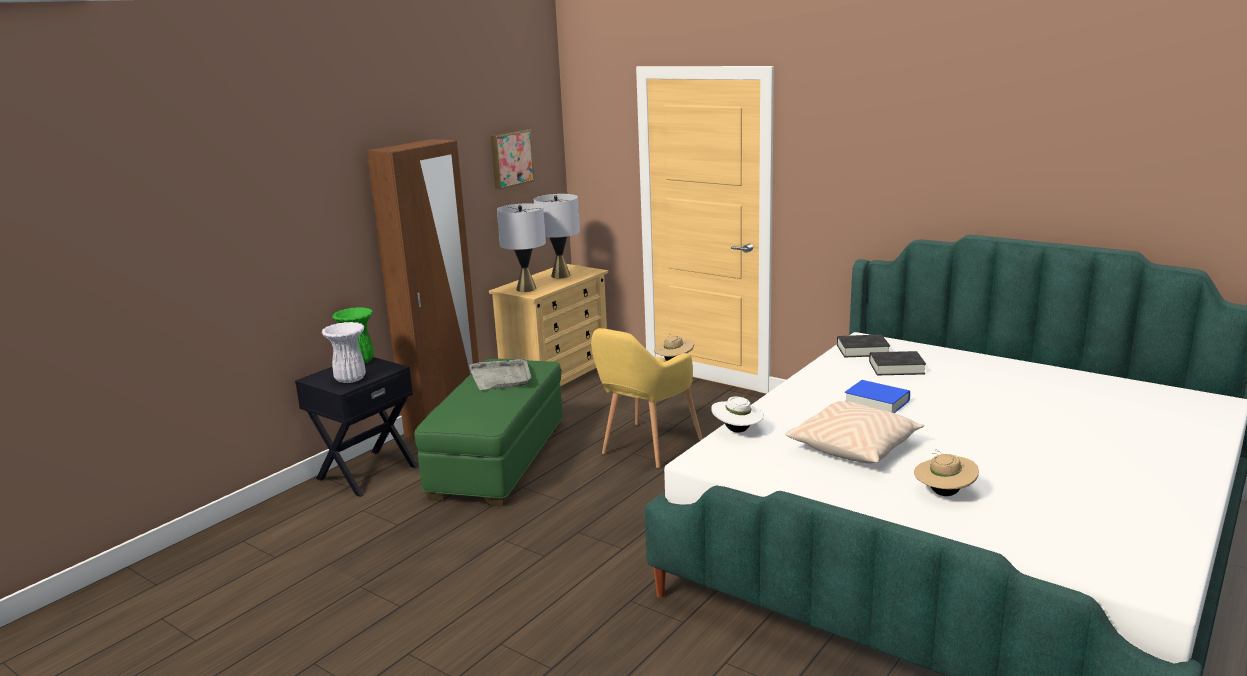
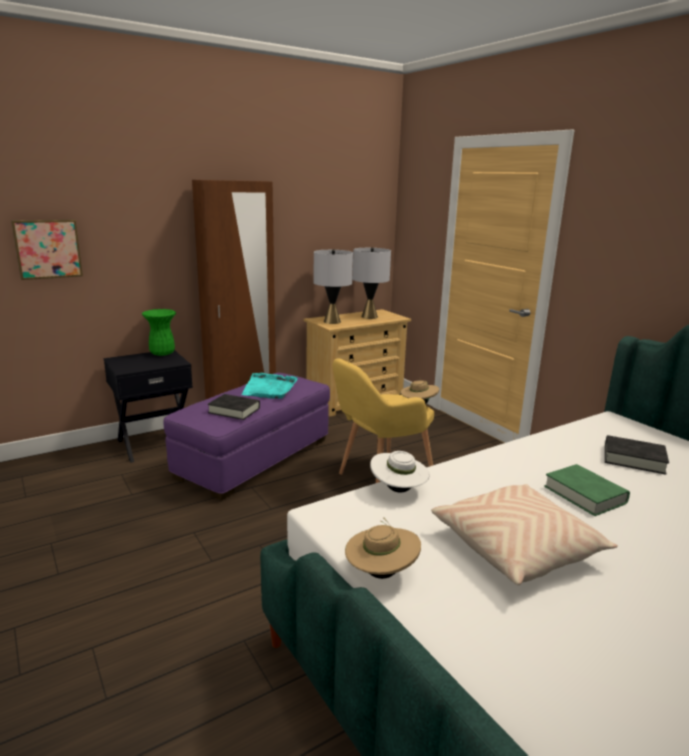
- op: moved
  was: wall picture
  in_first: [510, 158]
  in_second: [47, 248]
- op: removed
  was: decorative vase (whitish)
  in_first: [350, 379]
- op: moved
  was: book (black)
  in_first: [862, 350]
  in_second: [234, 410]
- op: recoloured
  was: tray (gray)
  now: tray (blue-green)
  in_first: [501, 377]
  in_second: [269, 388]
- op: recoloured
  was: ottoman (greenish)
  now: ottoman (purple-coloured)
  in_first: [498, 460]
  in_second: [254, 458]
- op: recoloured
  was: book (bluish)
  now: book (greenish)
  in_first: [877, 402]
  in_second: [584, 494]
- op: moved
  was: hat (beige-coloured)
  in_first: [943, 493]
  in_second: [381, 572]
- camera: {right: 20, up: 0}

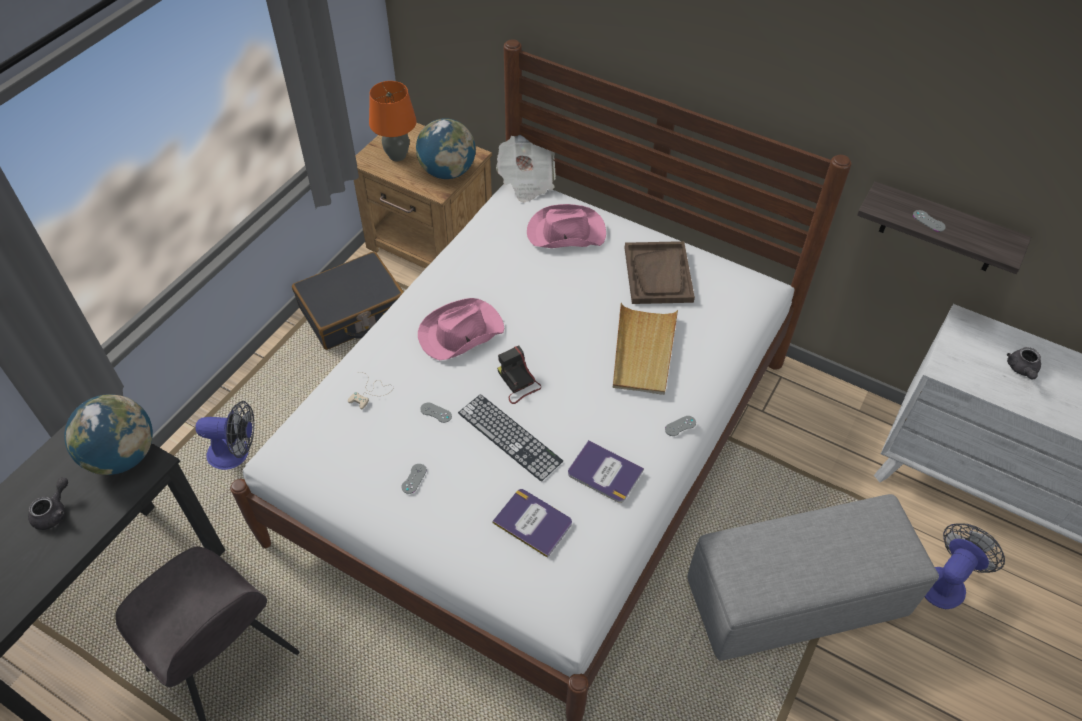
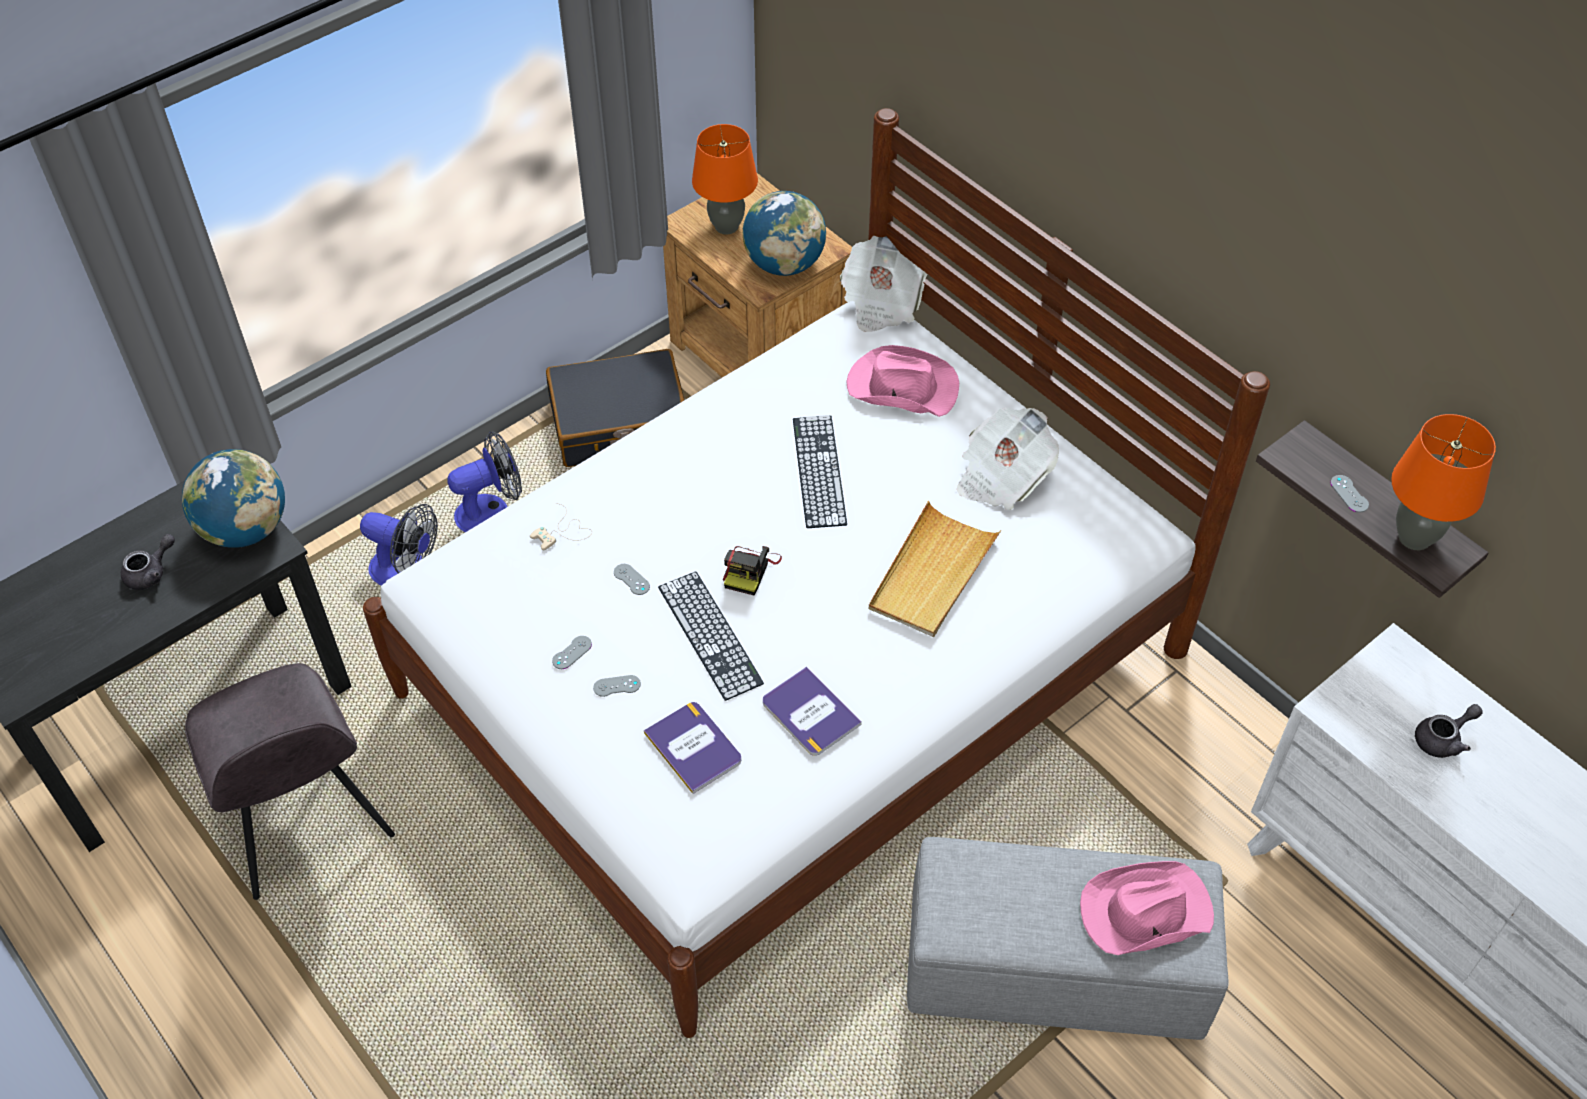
- op: replaced
  was: tray (brownish)
  now: printed paper
  in_first: [658, 274]
  in_second: [1002, 476]
- op: moved
  was: hat (pink)
  in_first: [460, 332]
  in_second: [1144, 911]
- op: turned
  was: still camera
  in_first: [518, 383]
  in_second: [750, 570]
  clockwise: -150
- op: turned
  was: pot for tea (gray)
  in_first: [1021, 370]
  in_second: [1443, 739]
  clockwise: -150
- op: moved
  was: joypad (gray)
  in_first: [680, 426]
  in_second: [617, 686]
- op: moved
  was: cooling fan
  in_first: [946, 581]
  in_second: [491, 511]
- op: added
  now: tabletop lamp (orange-coloured)
  in_second: [1414, 537]
- op: added
  now: PC keyboard
  in_second: [819, 471]
- camera: {right: 20, up: 0}

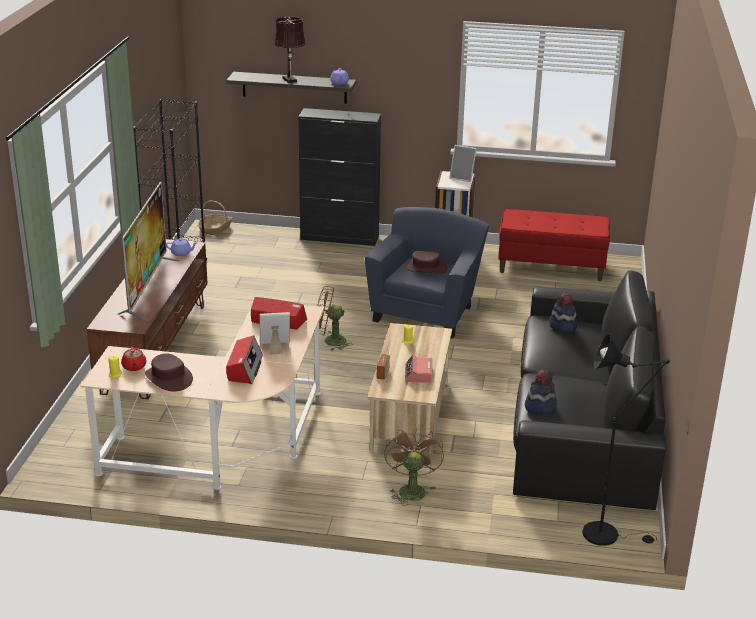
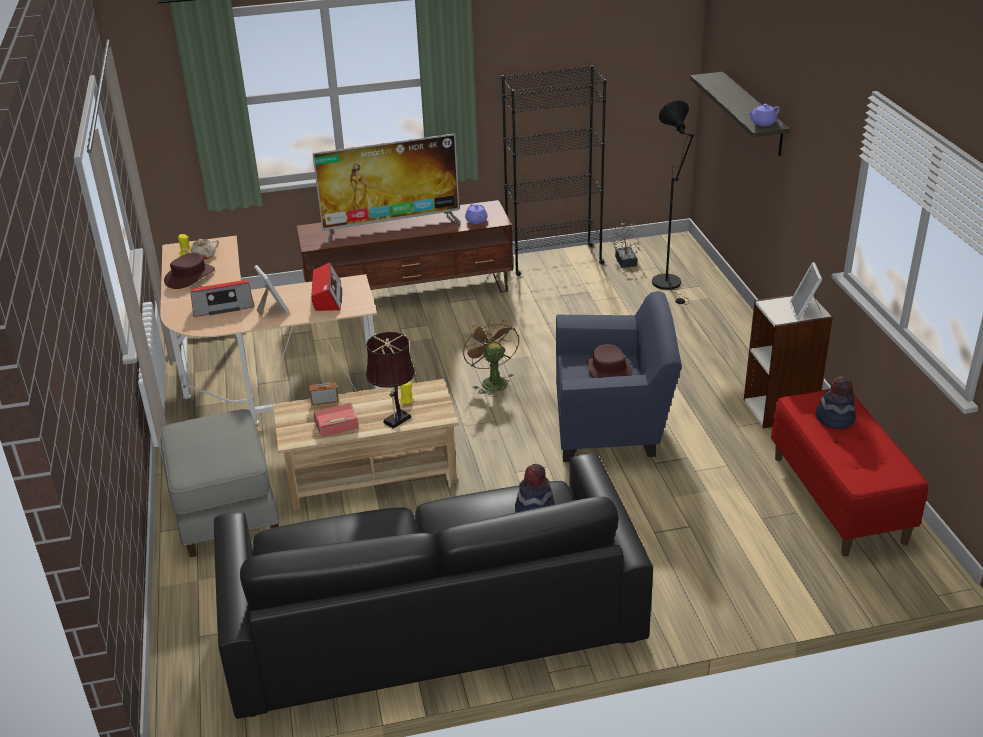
- op: moved
  was: tabletop lamp (brownish)
  in_first: [290, 80]
  in_second: [395, 421]
- op: removed
  was: storage cabinet (black)
  in_first: [340, 237]
- op: removed
  was: storage basket
  in_first: [215, 229]
- op: moved
  was: standing lamp (black)
  in_first: [607, 534]
  in_second: [669, 285]
- op: recoloured
  was: pot for tea (red)
  now: pot for tea (beige-coloured)
  in_first: [134, 367]
  in_second: [203, 256]
- op: moved
  was: hat
  in_first: [540, 406]
  in_second: [834, 418]
- op: replaced
  was: cooling fan (brownish)
  now: ottoman (gray)
  in_first: [411, 489]
  in_second: [224, 511]
- op: added
  now: potted plant
  in_second: [625, 259]
- camera: {right: 70, up: 5}

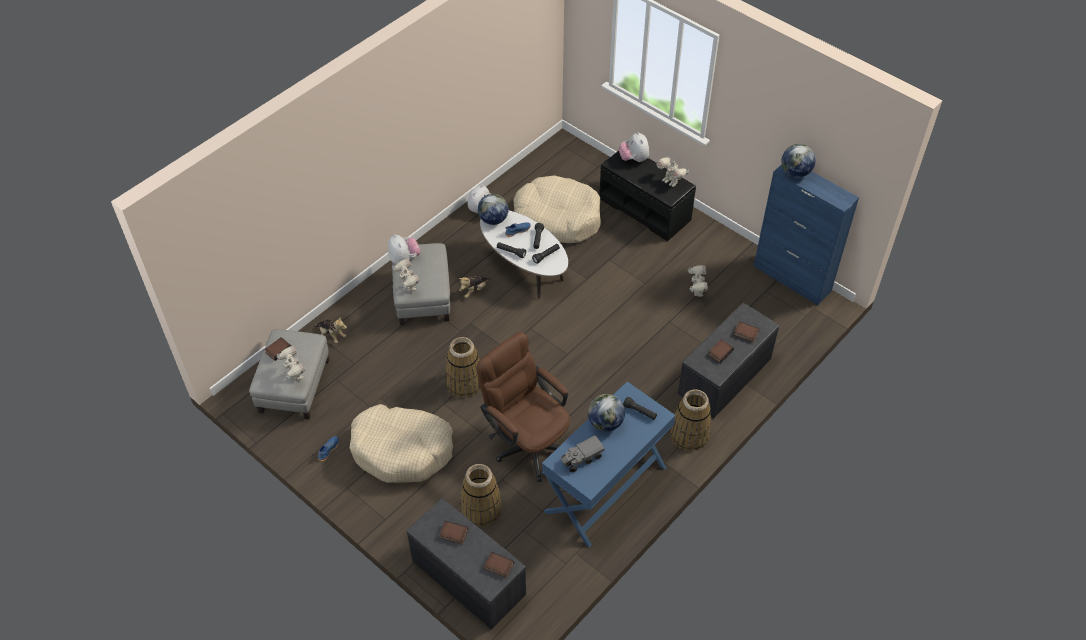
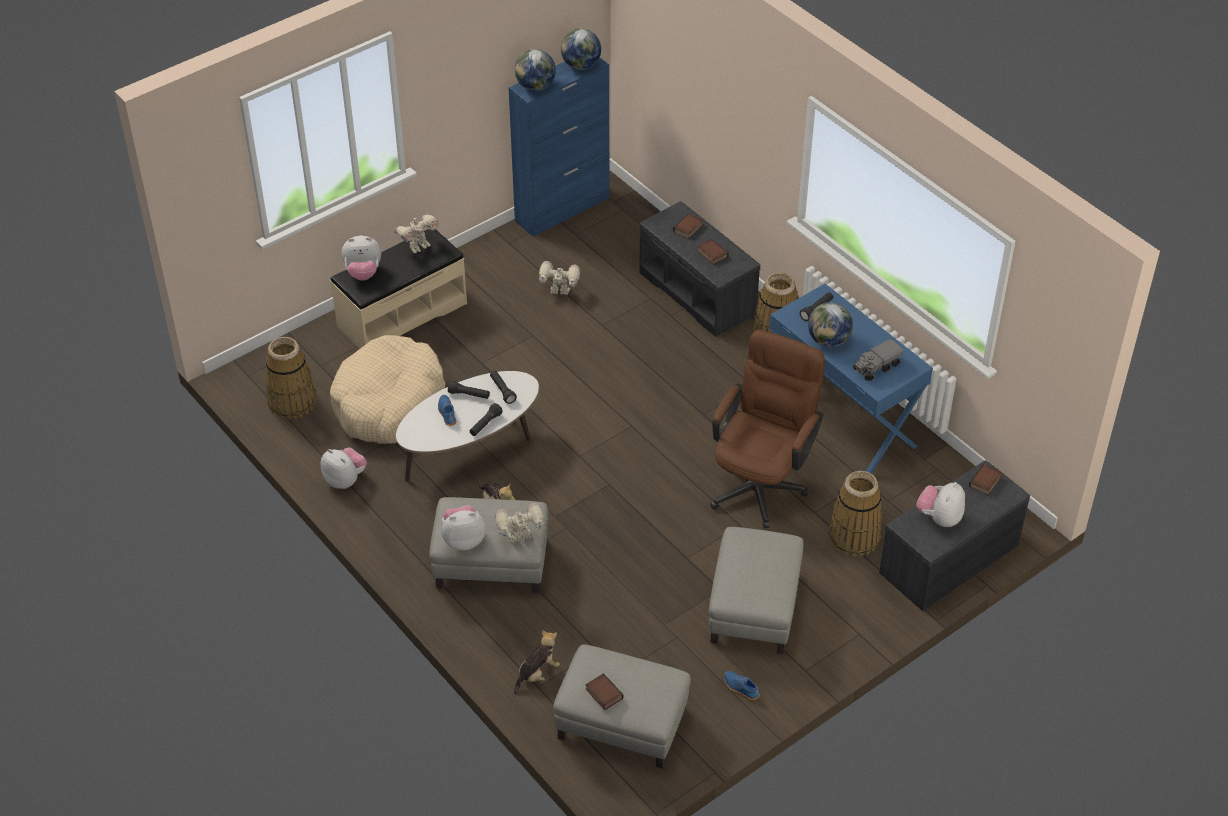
- op: recoloured
  was: long seat (black)
  now: long seat (beige-coloured)
  in_first: [645, 209]
  in_second: [401, 314]
- op: moved
  was: globe
  in_first: [493, 220]
  in_second: [581, 66]
- op: turned
  was: computer chair (brownish)
  in_first: [527, 441]
  in_second: [761, 482]
  clockwise: 150
- op: moved
  was: storage basket
  in_first: [464, 382]
  in_second: [292, 401]
- op: removed
  was: model robot
  in_first: [295, 375]
- op: replaced
  was: dog bed (beige-coloured)
  now: ottoman (gray)
  in_first: [402, 450]
  in_second: [754, 607]
- op: turned
  was: model truck
  in_first: [581, 459]
  in_second: [876, 367]
  clockwise: 75
- op: replaced
  was: book
  now: cuddly toy
  in_first: [453, 534]
  in_second: [939, 518]
- camera: {right: -80, up: -5}

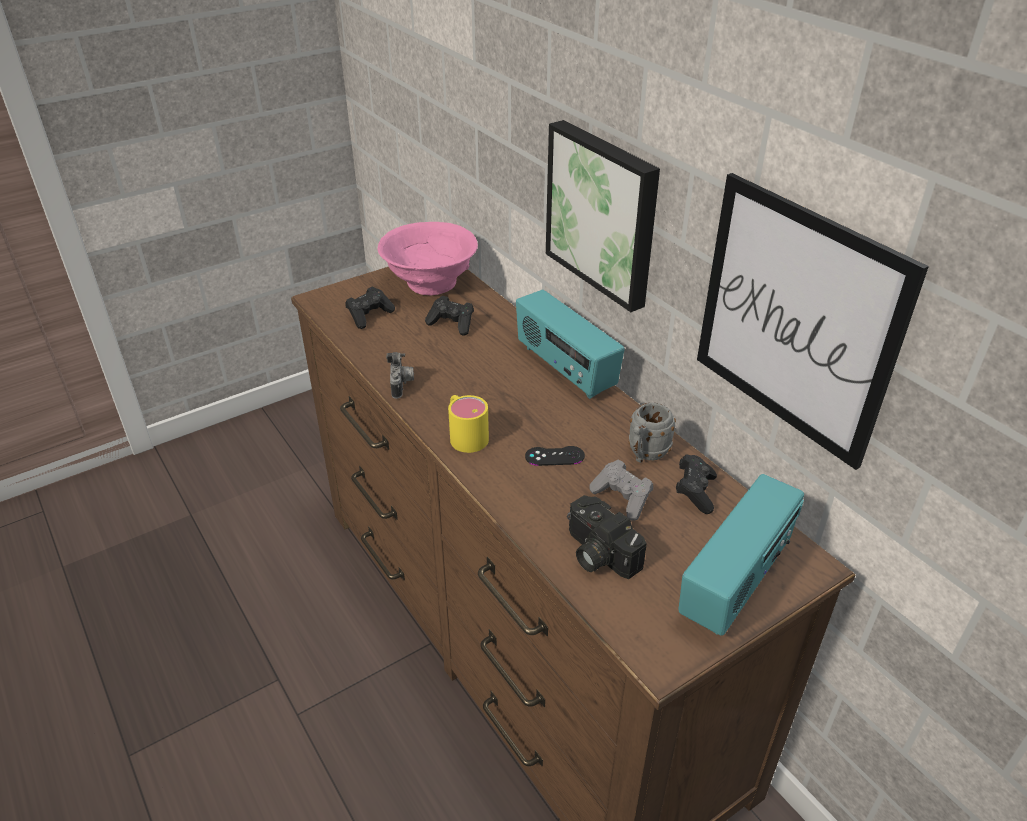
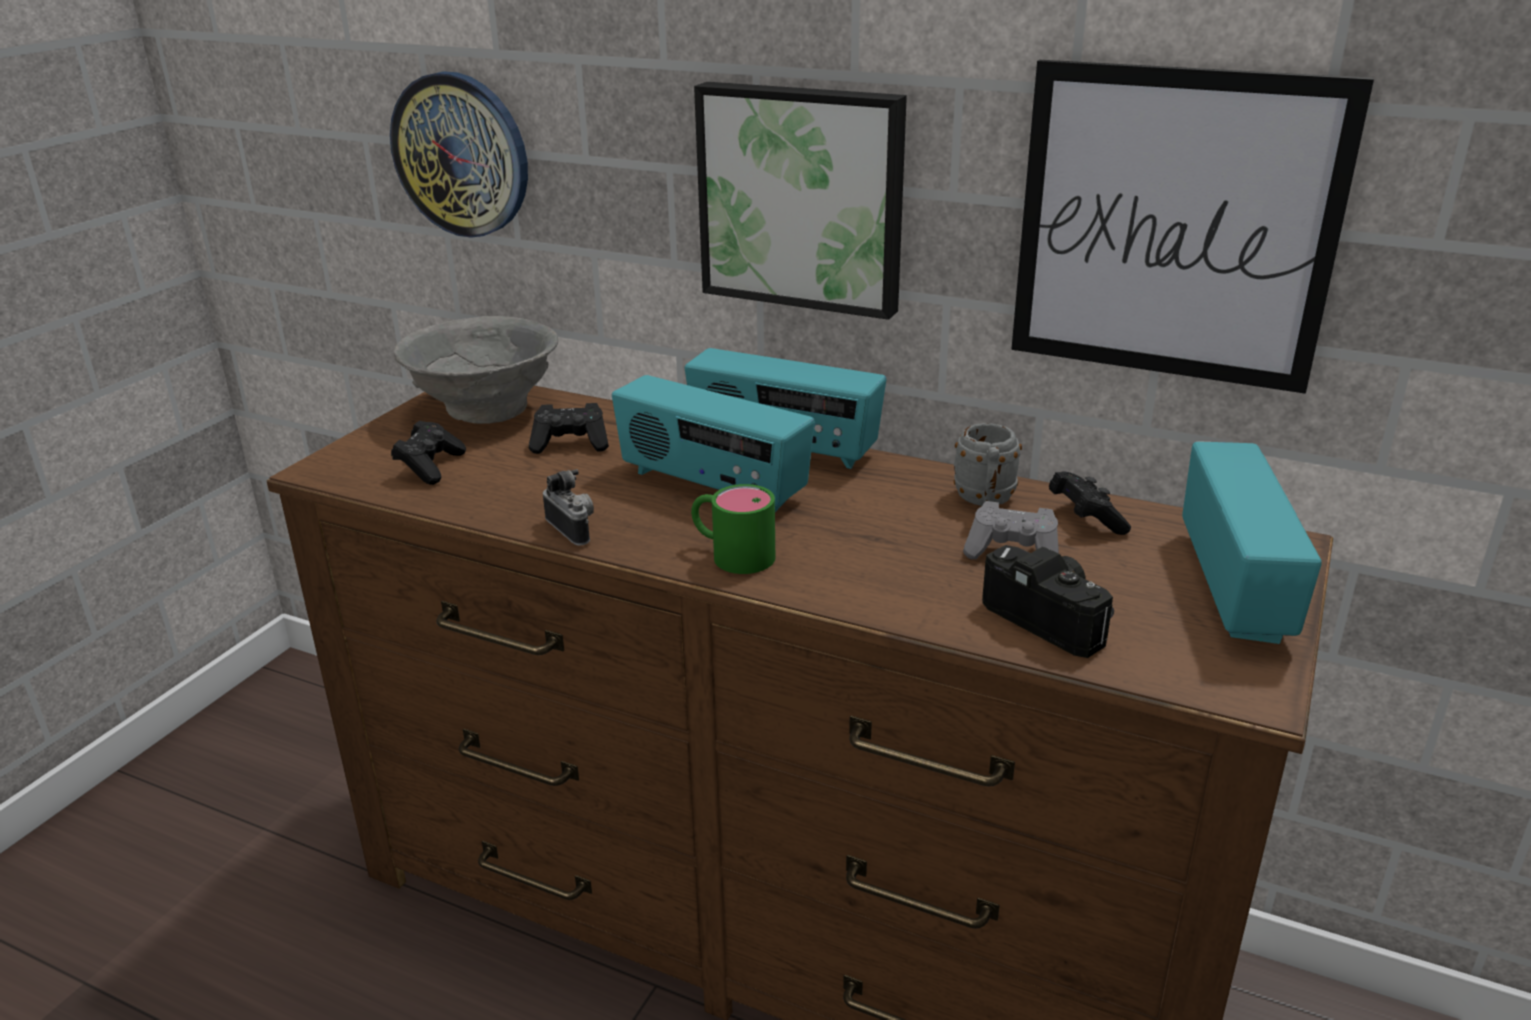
- op: recoloured
  was: bowl (pink)
  now: bowl (gray)
  in_first: [430, 283]
  in_second: [485, 410]
- op: recoloured
  was: tea mug (yellow)
  now: tea mug (greenish)
  in_first: [465, 434]
  in_second: [731, 554]
- op: removed
  was: joypad (black)
  in_first: [554, 456]
- op: turned
  was: still camera
  in_first: [597, 553]
  in_second: [1052, 618]
  clockwise: -150
- op: added
  now: hanging clock
  in_second: [461, 155]
- op: added
  now: radio receiver
  in_second: [712, 487]
- camera: {right: -30, up: -10}

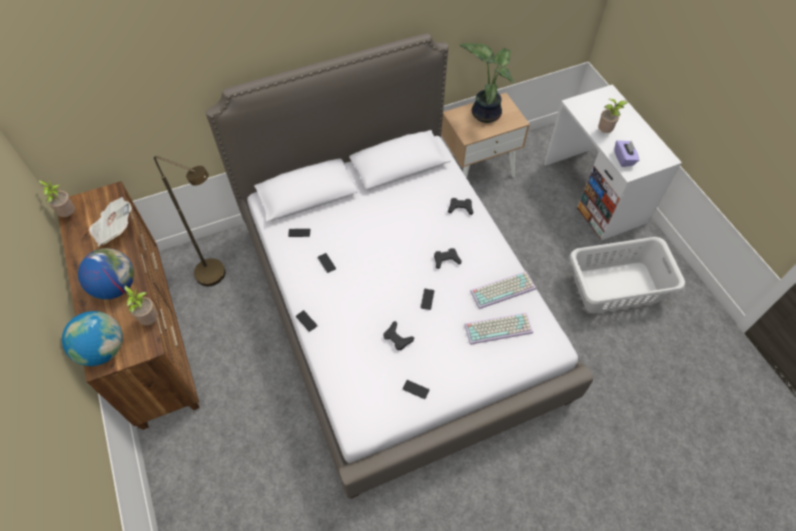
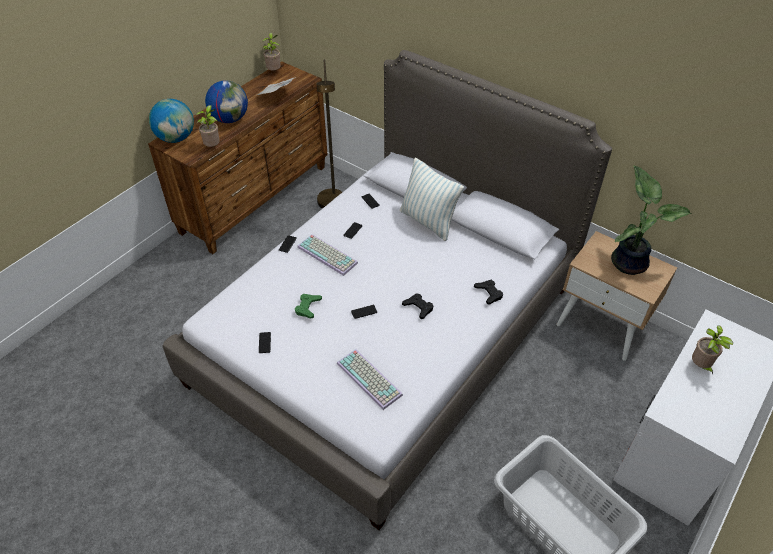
- op: removed
  was: box of tissues (purple-coloured)
  in_first: [624, 158]
- op: moved
  was: PC keyboard
  in_first: [503, 289]
  in_second: [328, 255]
- op: recoloured
  was: joypad (black)
  now: joypad (greenish)
  in_first: [397, 338]
  in_second: [308, 307]
- op: added
  now: throw pillow
  in_second: [428, 221]
- camera: {right: 60, up: -10}

